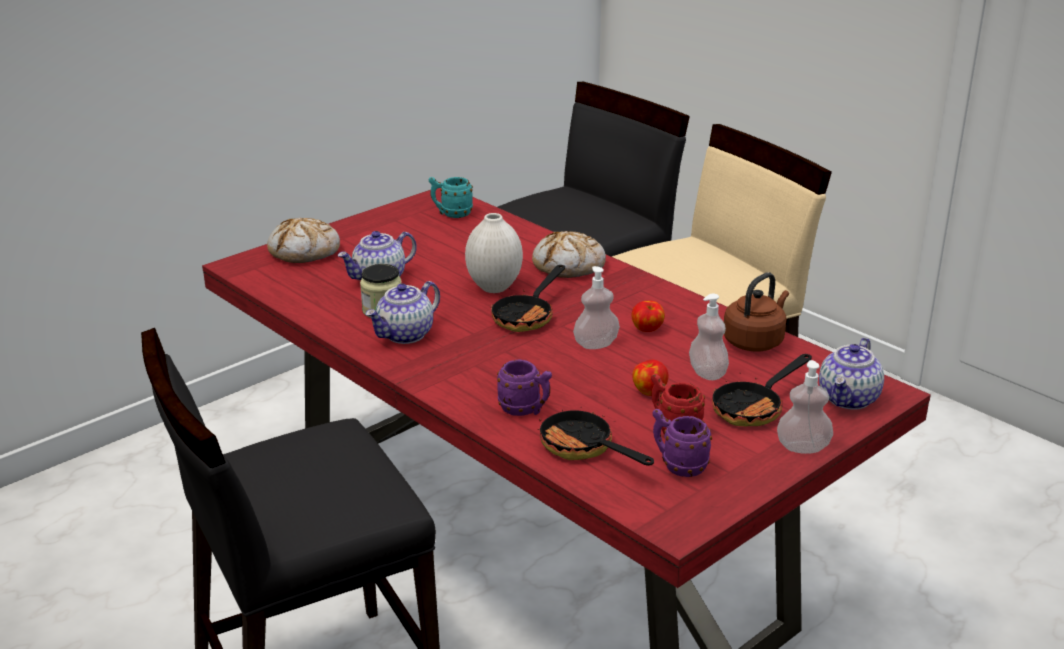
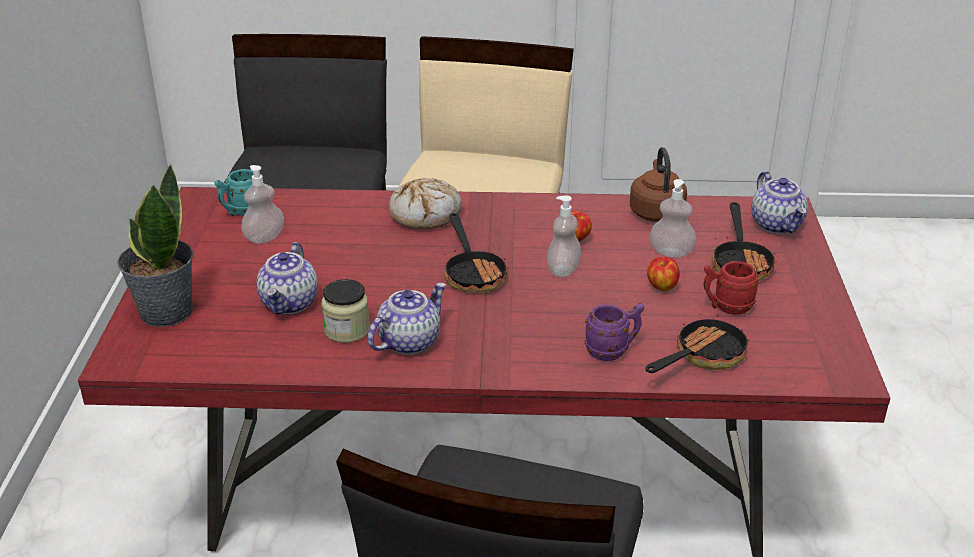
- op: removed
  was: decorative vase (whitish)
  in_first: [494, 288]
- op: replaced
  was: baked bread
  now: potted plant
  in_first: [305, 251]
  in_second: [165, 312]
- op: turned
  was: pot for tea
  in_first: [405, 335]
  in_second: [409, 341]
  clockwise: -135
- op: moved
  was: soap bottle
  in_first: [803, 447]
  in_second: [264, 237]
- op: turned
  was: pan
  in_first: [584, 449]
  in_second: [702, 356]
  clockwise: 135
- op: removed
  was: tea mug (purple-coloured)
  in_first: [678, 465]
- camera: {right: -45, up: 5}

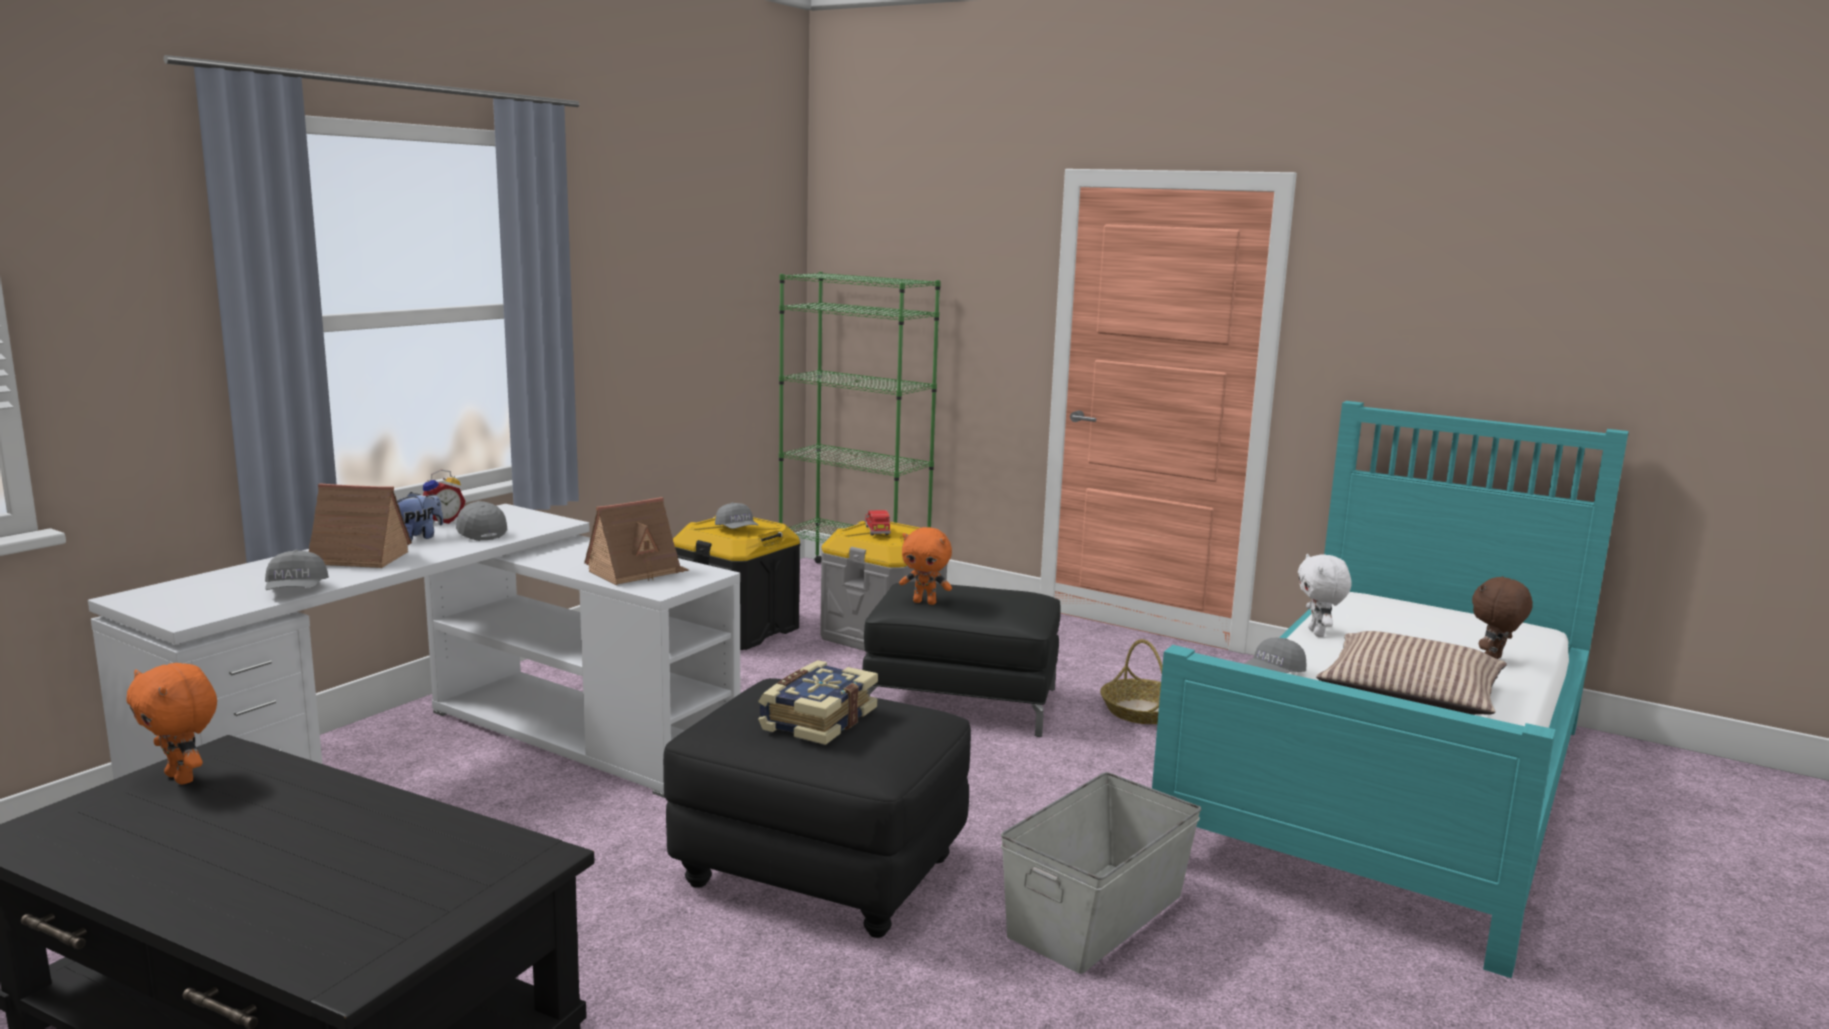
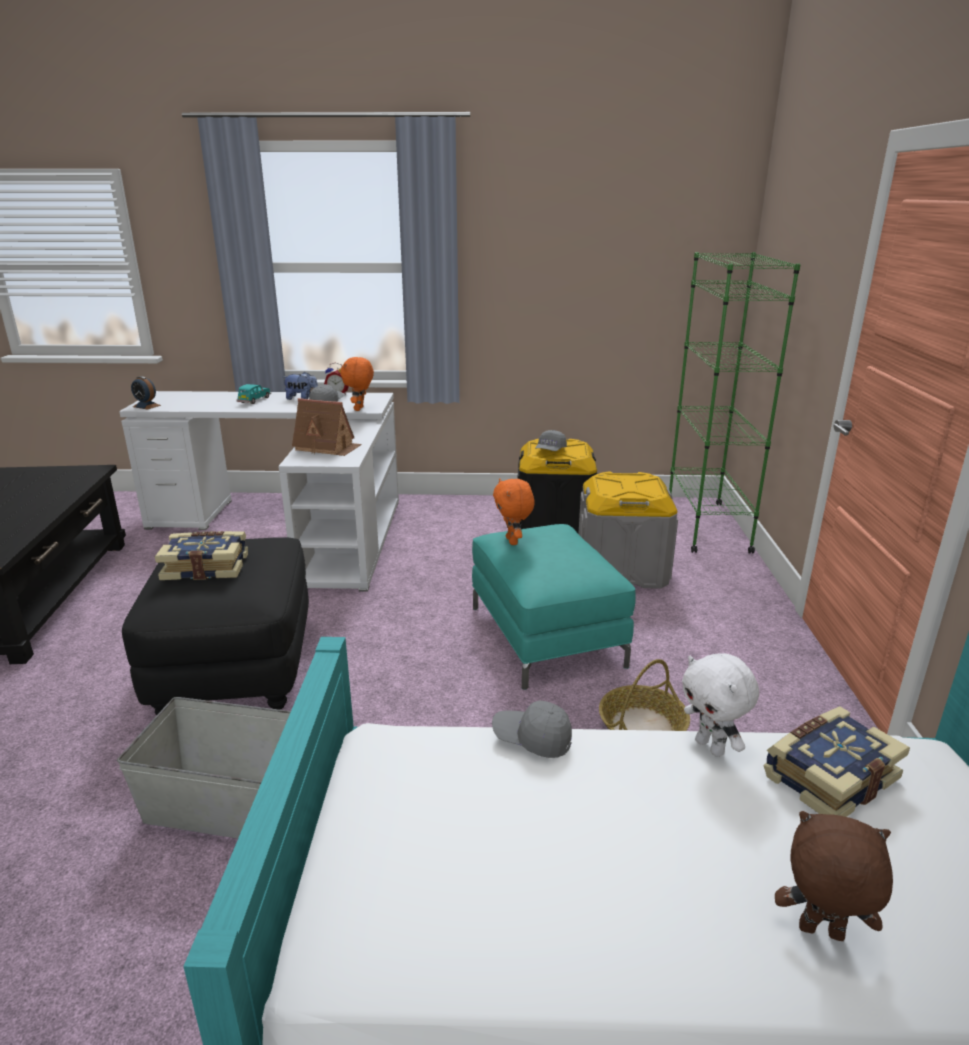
- op: replaced
  was: toy house
  now: miniature car (blue-green)
  in_first: [356, 558]
  in_second: [254, 401]
- op: removed
  was: miniature car (red)
  in_first: [877, 531]
- op: removed
  was: peaked cap (gray)
  in_first: [296, 590]
- op: turned
  was: cuddly toy (whitish)
  in_first: [1318, 633]
  in_second: [711, 747]
  clockwise: -90
- op: recoloured
  was: ottoman (black)
  now: ottoman (blue-green)
  in_first: [961, 702]
  in_second: [546, 636]
- op: removed
  was: throw pillow
  in_first: [1410, 694]
- op: moved
  was: cuddly toy (orange-coloured)
  in_first: [183, 778]
  in_second: [360, 409]
- op: added
  now: bedside clock
  in_second: [146, 406]
- op: added
  now: book
  in_second: [828, 776]
- camera: {right: 60, up: 10}

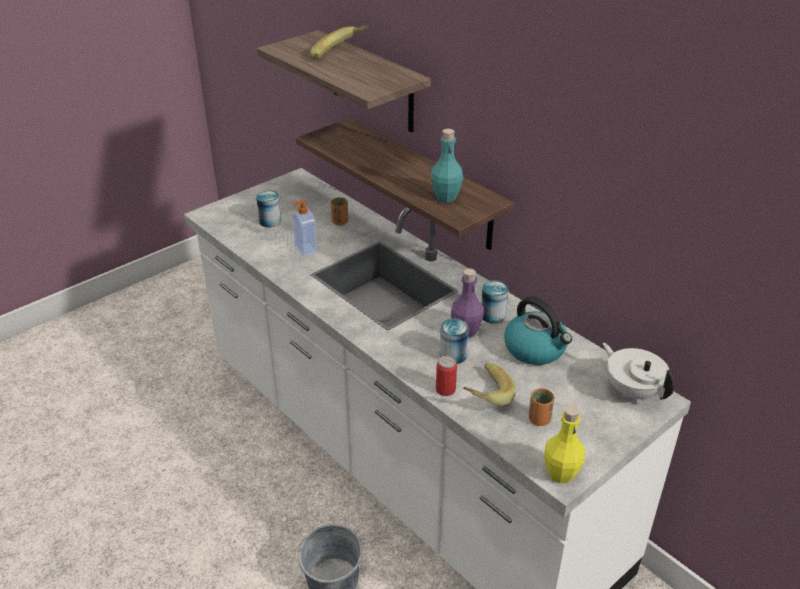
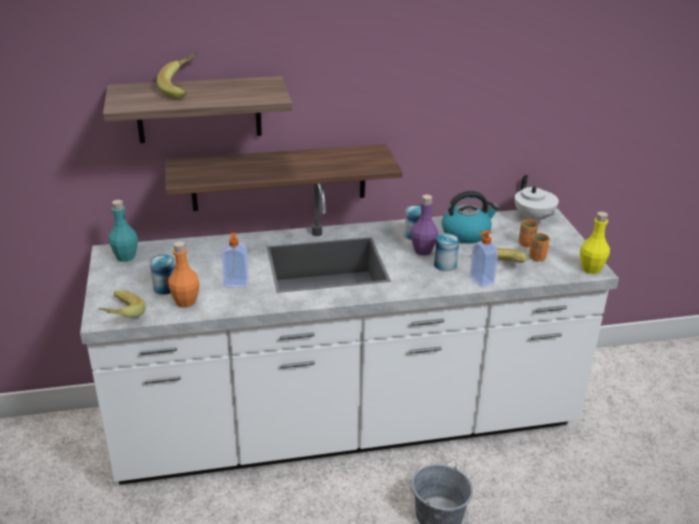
- op: moved
  was: bottle (blue-green)
  in_first: [446, 197]
  in_second: [125, 257]
- op: moved
  was: small cup (orange-coloured)
  in_first: [340, 222]
  in_second: [526, 244]
- op: turned
  was: pot for tea (whitish)
  in_first: [632, 390]
  in_second: [533, 219]
  clockwise: -105
- op: replaced
  was: metal can
  now: soap bottle
  in_first: [445, 390]
  in_second: [480, 280]
- op: added
  now: bottle (orange-coloured)
  in_second: [185, 302]
- op: added
  now: banana
  in_second: [119, 316]
- camera: {right: -60, up: -5}

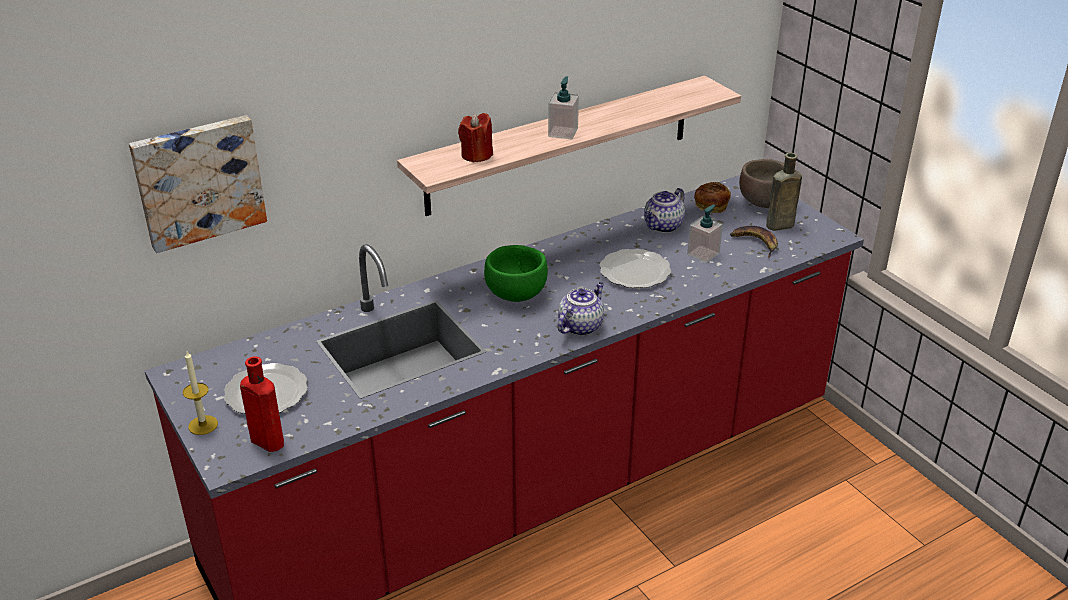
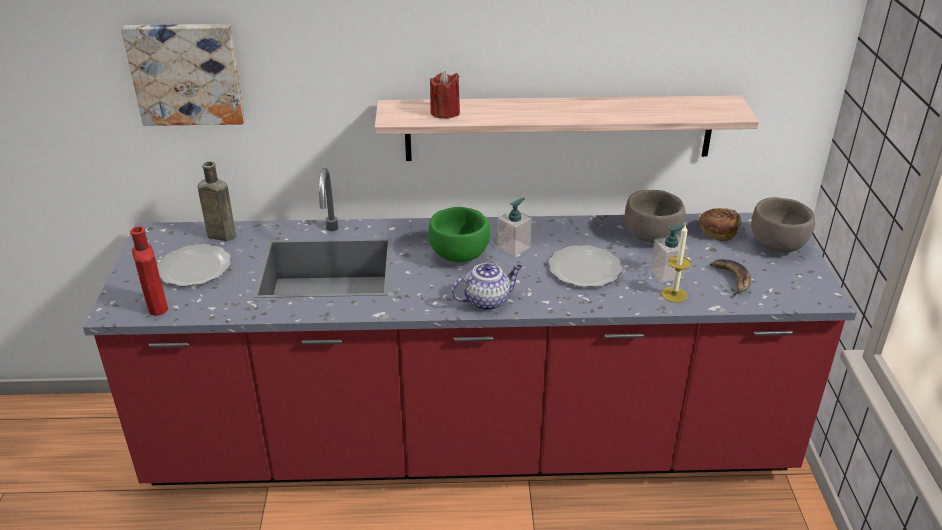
- op: moved
  was: soap bottle
  in_first: [563, 132]
  in_second: [514, 247]
- op: moved
  was: bottle (brownish)
  in_first: [778, 226]
  in_second: [219, 235]
- op: replaced
  was: pot for tea
  now: bowl (brownish)
  in_first: [663, 226]
  in_second: [651, 237]
- op: moved
  was: candle
  in_first: [203, 425]
  in_second: [674, 294]
- camera: {right: 30, up: 0}

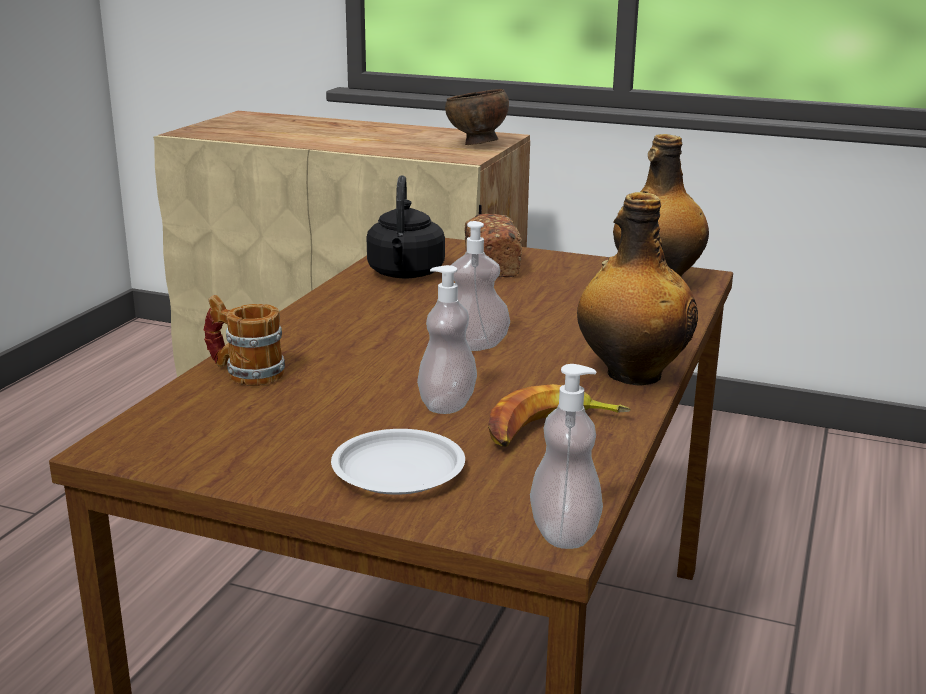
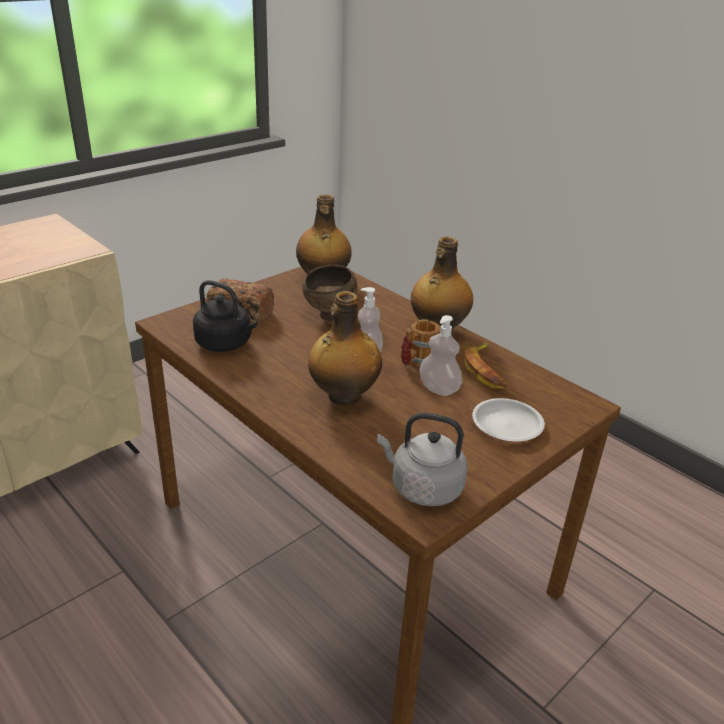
- op: moved
  was: bowl (brownish)
  in_first: [476, 145]
  in_second: [330, 317]
- op: moved
  was: tea mug
  in_first: [245, 373]
  in_second: [417, 362]
- op: removed
  was: soap bottle
  in_first: [564, 533]
- op: added
  now: bottle
  in_second: [343, 396]
- op: added
  now: water kettle (gray)
  in_second: [422, 488]
- camera: {right: -65, up: 10}

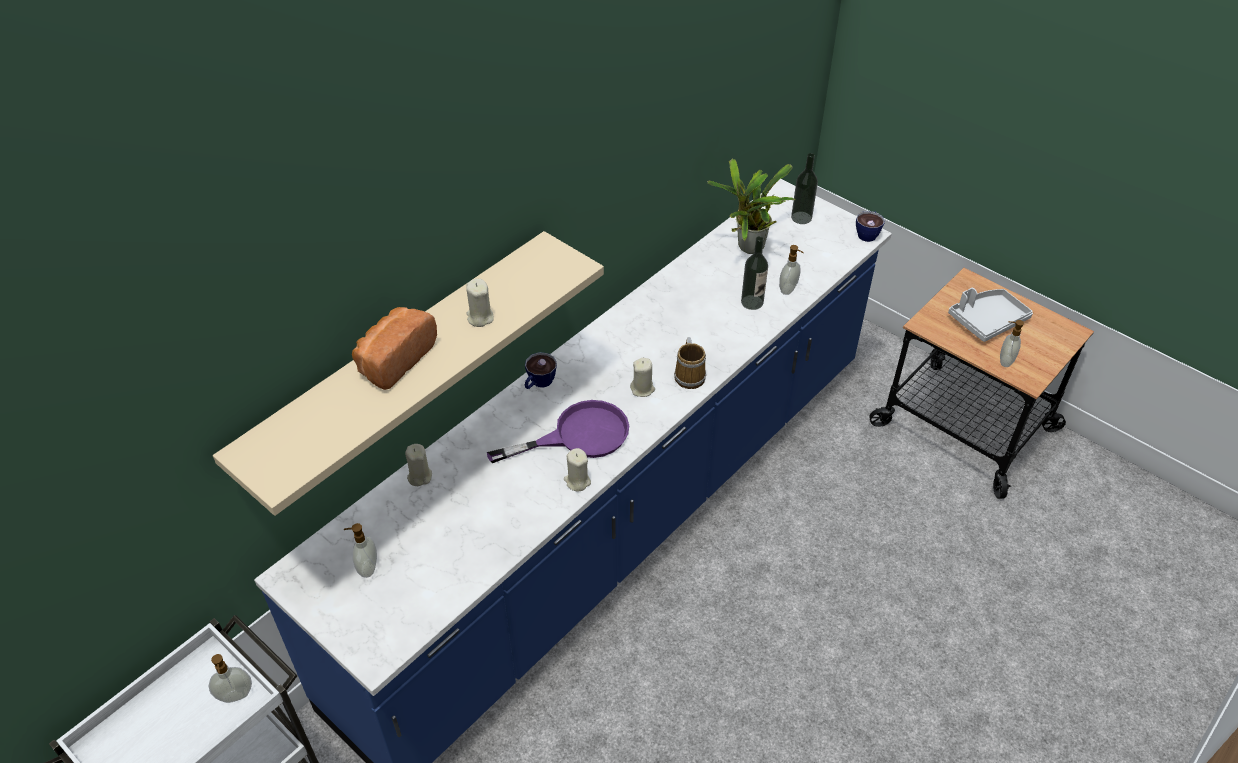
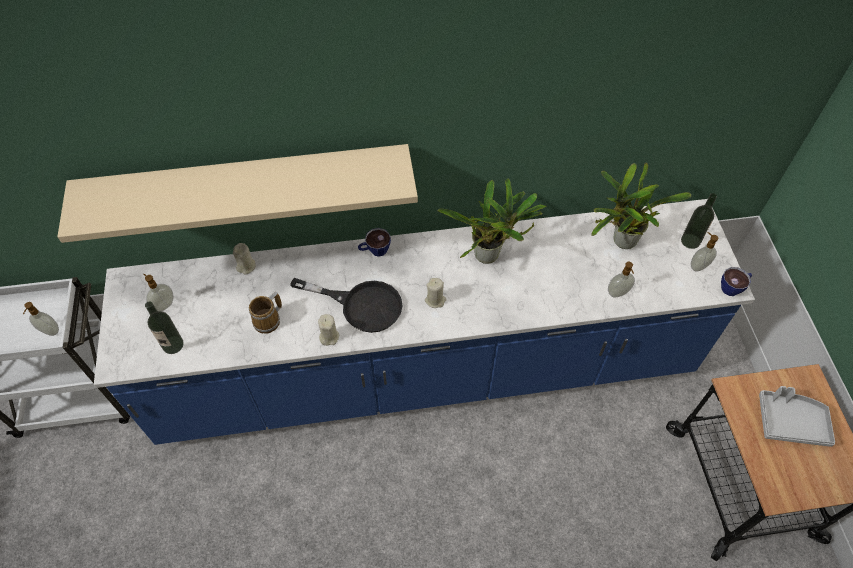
- op: moved
  was: bottle
  in_first: [752, 302]
  in_second: [173, 345]
- op: removed
  was: candle (beige-coloured)
  in_first: [480, 317]
- op: removed
  was: baked bread
  in_first: [394, 359]
- op: moved
  was: soap bottle
  in_first: [1005, 361]
  in_second: [698, 266]
- op: moved
  was: tea mug
  in_first: [690, 376]
  in_second: [268, 321]
- op: recoloured
  was: pan (purple-coloured)
  now: pan (black)
  in_first: [578, 436]
  in_second: [361, 305]
- op: added
  now: potted plant
  in_second: [490, 256]
- camera: {right: 40, up: 10}

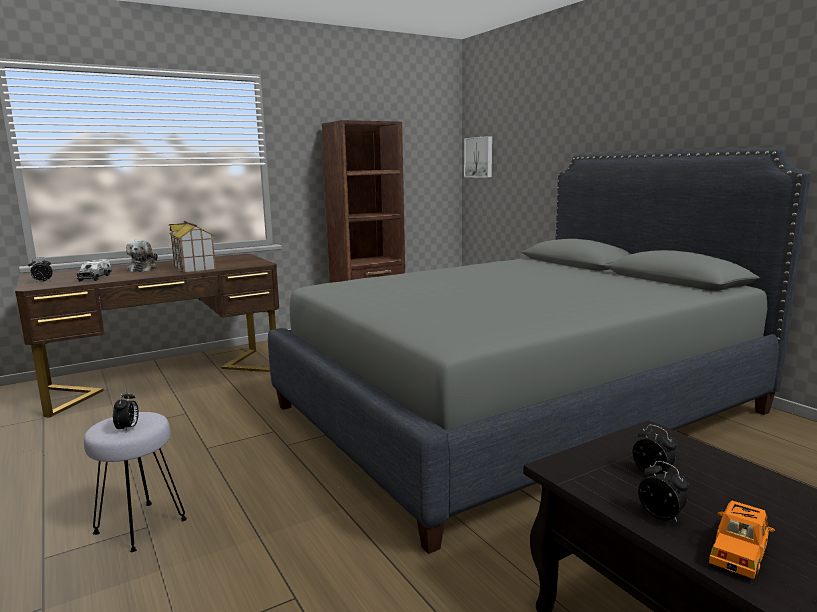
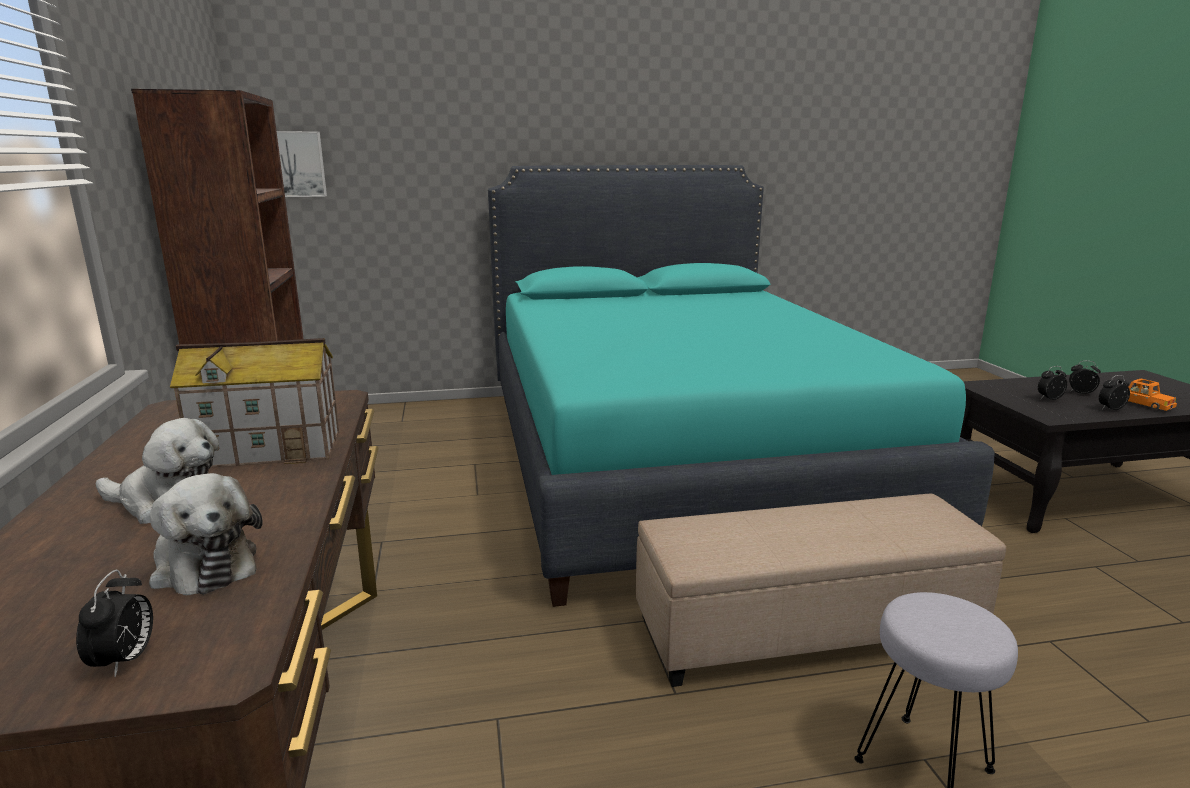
- op: recoloured
  was: bed (gray)
  now: bed (blue-green)
  in_first: [519, 409]
  in_second: [677, 459]
- op: replaced
  was: model truck
  now: cuddly toy
  in_first: [95, 278]
  in_second: [203, 564]
- op: moved
  was: bedside clock
  in_first: [128, 428]
  in_second: [1080, 393]
- op: added
  now: ottoman (beige-coloured)
  in_second: [804, 629]
- camera: {right: -70, up: 5}

